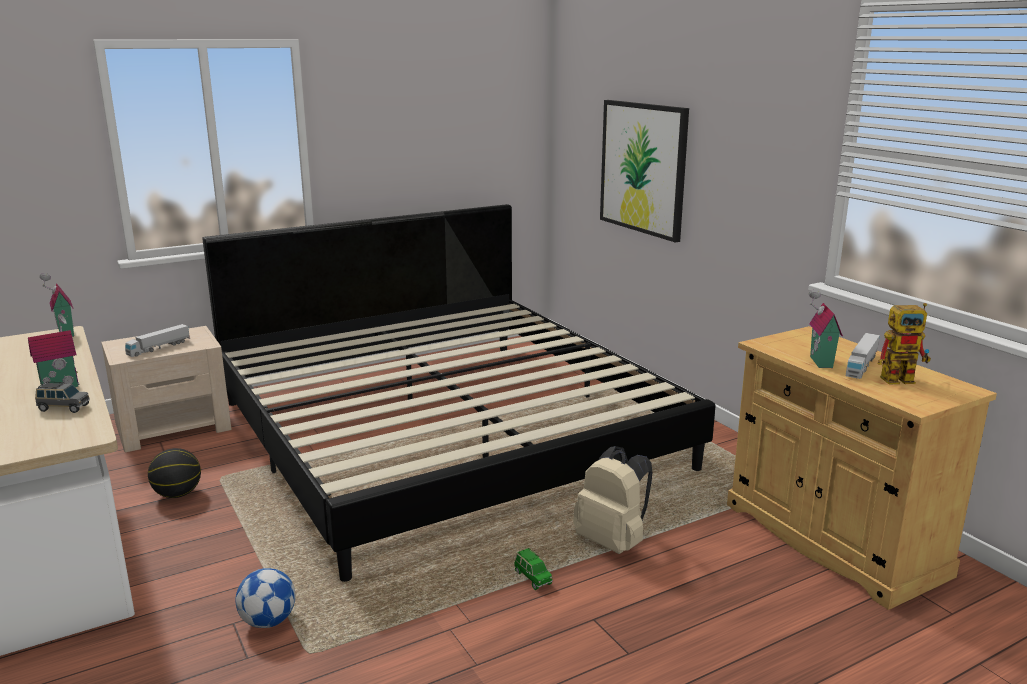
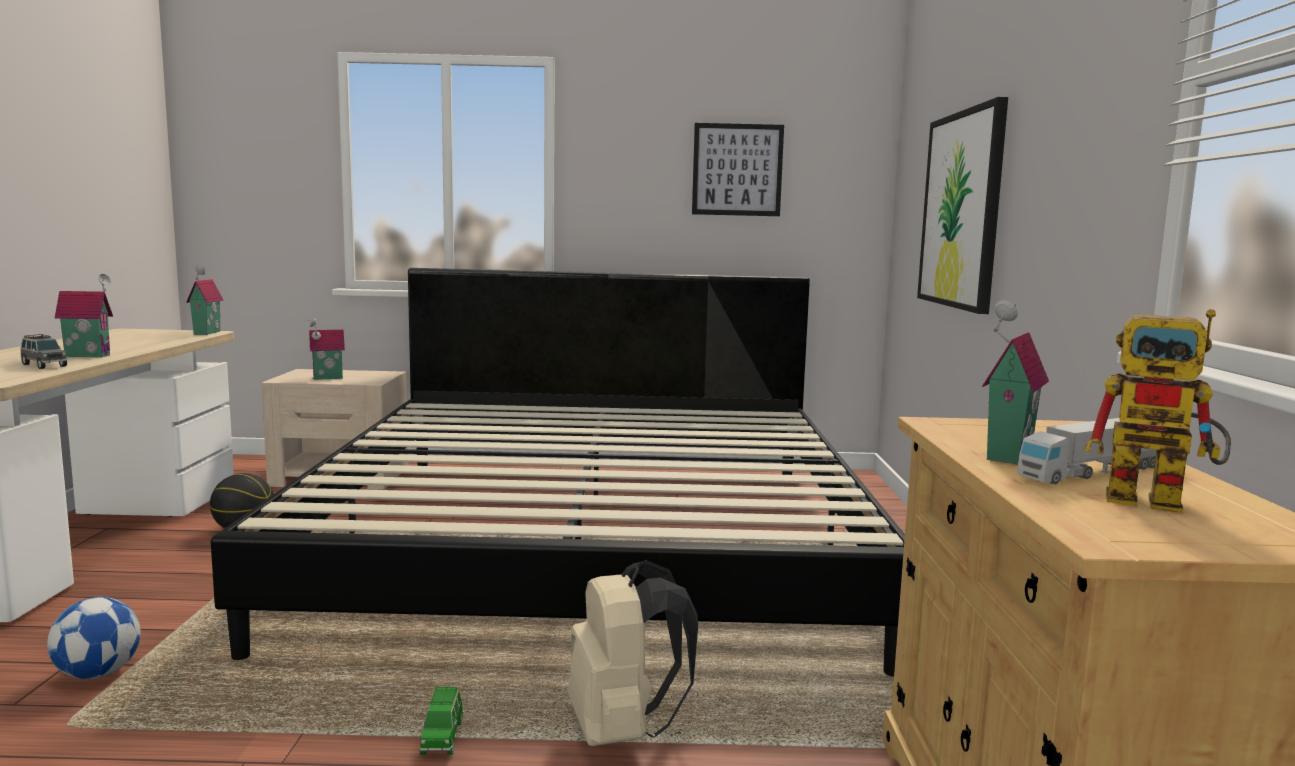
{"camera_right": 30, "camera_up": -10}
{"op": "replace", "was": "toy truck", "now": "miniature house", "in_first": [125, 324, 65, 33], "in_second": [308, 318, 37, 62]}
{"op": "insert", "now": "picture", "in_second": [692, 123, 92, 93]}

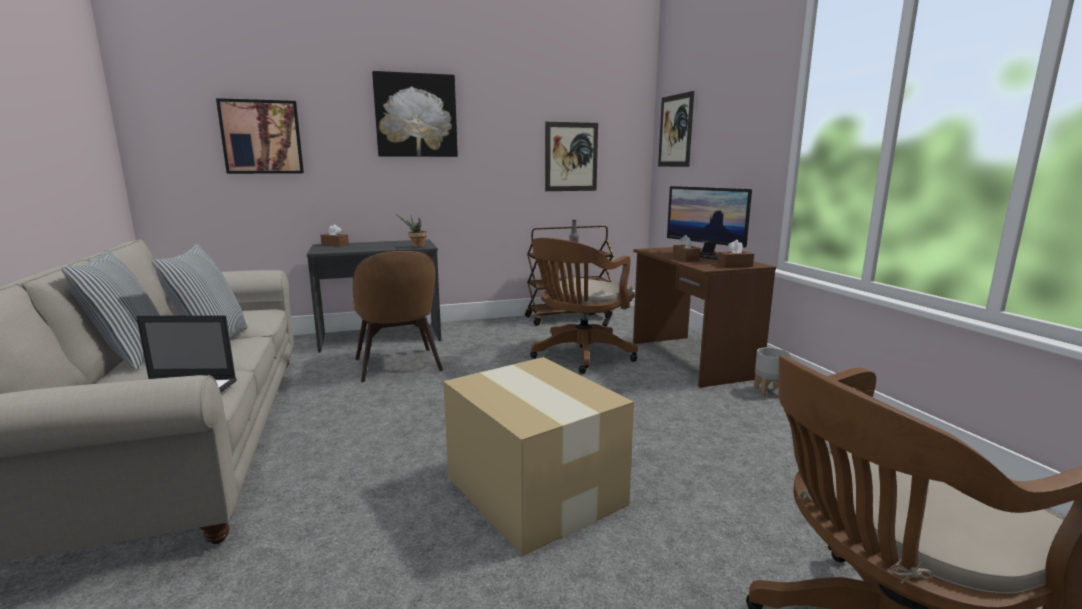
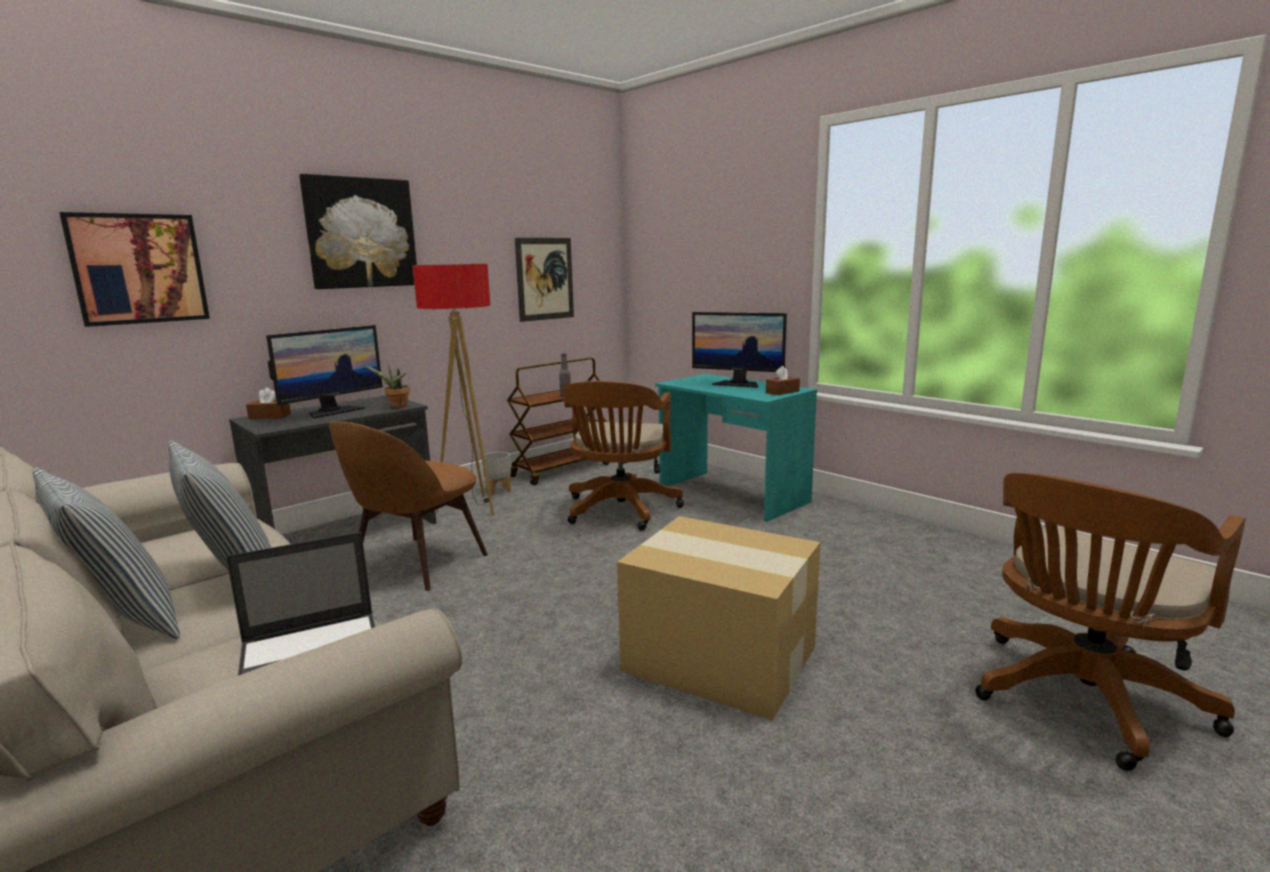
{"camera_right": -25, "camera_up": 0}
{"op": "delete", "was": "picture", "in_first": [658, 91, 36, 76]}
{"op": "delete", "was": "brown box of tissues", "in_first": [673, 235, 27, 27]}
{"op": "recolor", "was": "brown desk unit", "now": "turquoise desk unit", "in_first": [633, 246, 143, 142], "in_second": [655, 374, 162, 148]}
{"op": "rotate", "was": "brown plain chair", "in_first": [352, 251, 91, 131], "in_second": [328, 421, 160, 170], "clockwise": 75}
{"op": "move", "was": "gray plant pot", "in_first": [754, 347, 36, 49], "in_second": [483, 452, 28, 43]}
{"op": "insert", "now": "standing lamp", "in_second": [412, 264, 82, 251]}
{"op": "insert", "now": "computer display", "in_second": [266, 325, 117, 94]}

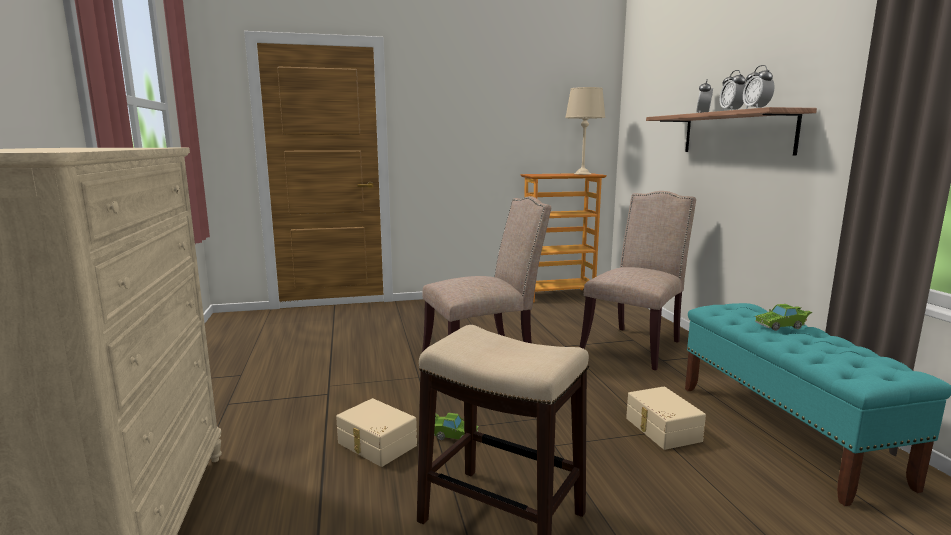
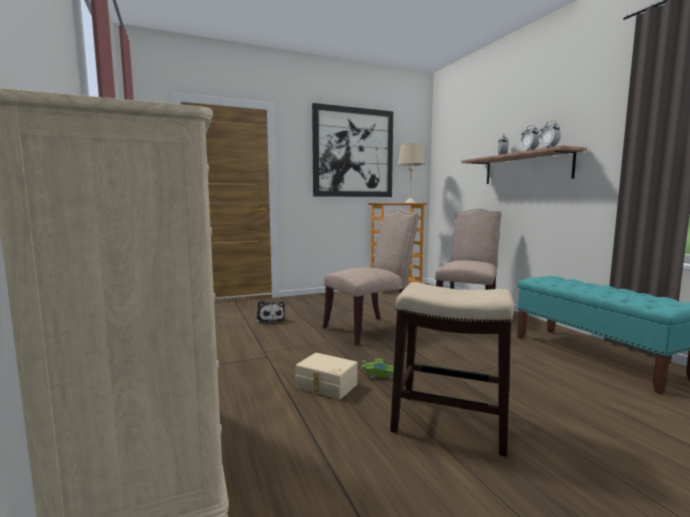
{"camera_right": -10, "camera_up": -5}
{"op": "delete", "was": "green-coloured toy car", "in_first": [755, 304, 57, 27]}
{"op": "delete", "was": "sand-coloured storage bin", "in_first": [626, 387, 80, 63]}
{"op": "insert", "now": "picture", "in_second": [312, 103, 81, 94]}
{"op": "insert", "now": "cuddly toy", "in_second": [257, 301, 28, 23]}

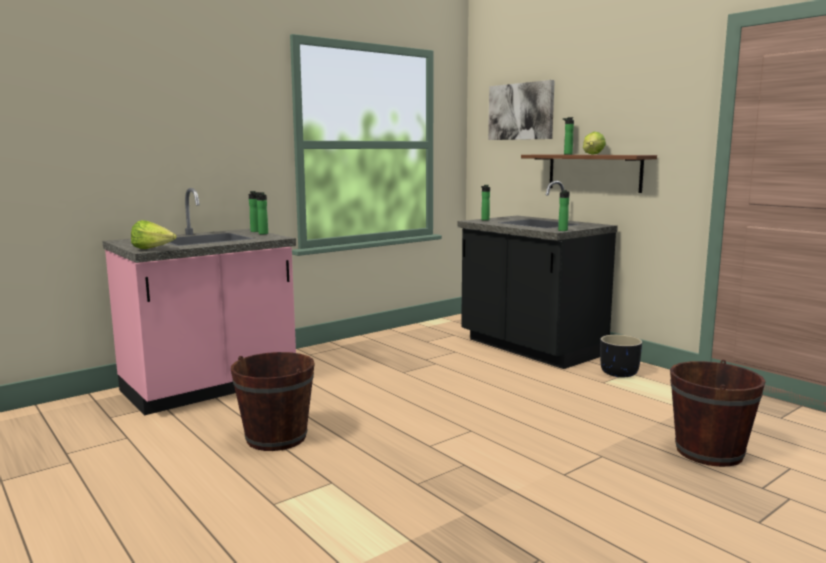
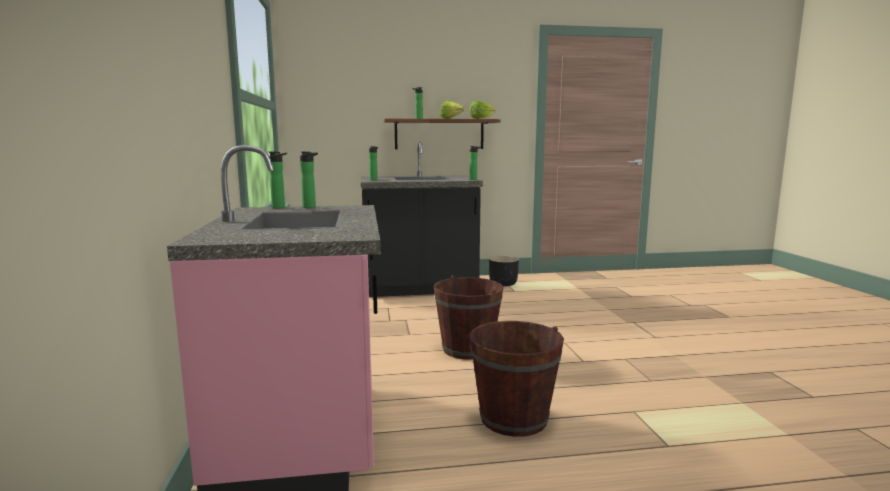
{"camera_right": -60, "camera_up": 0}
{"op": "delete", "was": "picture", "in_first": [488, 80, 67, 60]}
{"op": "move", "was": "head of lettuce", "in_first": [131, 220, 46, 29], "in_second": [469, 100, 26, 19]}
{"op": "move", "was": "brown water bucket", "in_first": [670, 360, 96, 107], "in_second": [433, 275, 71, 85]}

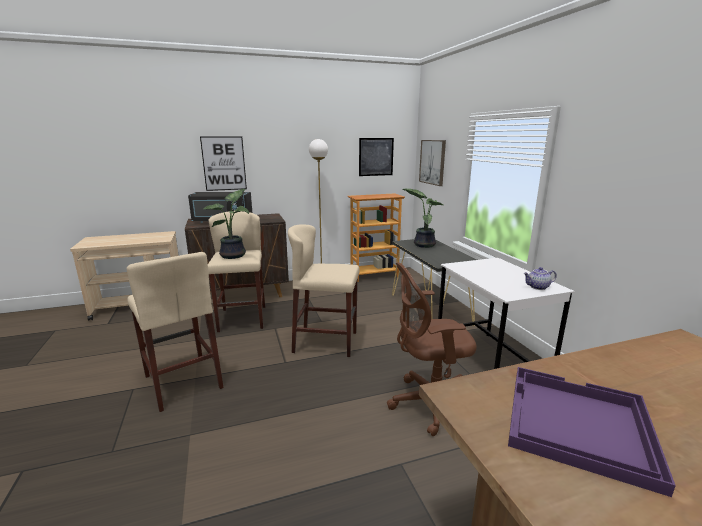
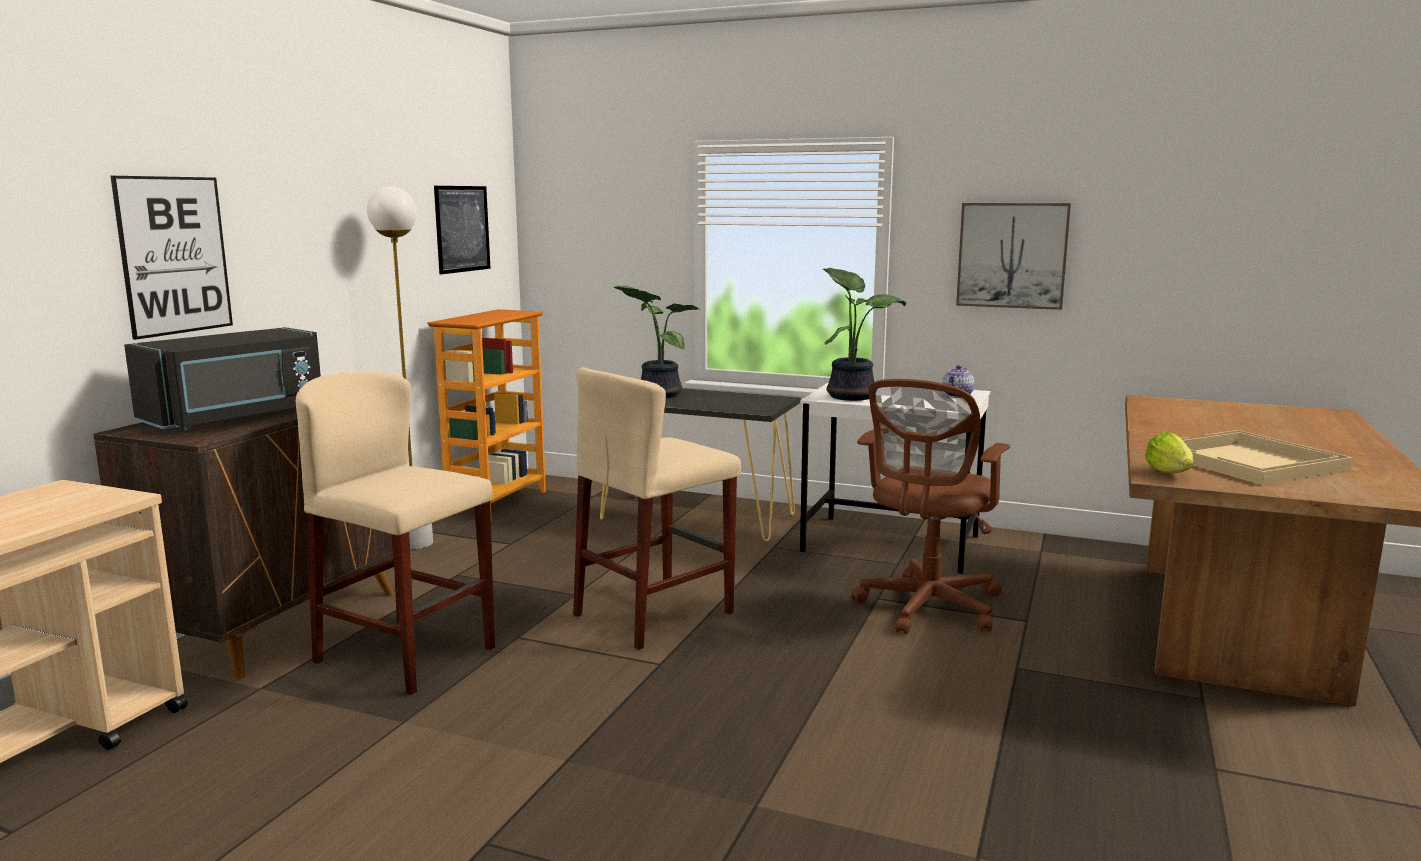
{"camera_right": -50, "camera_up": -5}
{"op": "move", "was": "picture", "in_first": [419, 140, 27, 46], "in_second": [956, 203, 115, 107]}
{"op": "move", "was": "potted plant", "in_first": [204, 189, 45, 70], "in_second": [823, 268, 83, 133]}
{"op": "delete", "was": "sand-coloured sitting stool", "in_first": [127, 252, 97, 160]}
{"op": "recolor", "was": "purple serving tray", "now": "sand-coloured serving tray", "in_first": [508, 367, 168, 130], "in_second": [1181, 430, 172, 55]}
{"op": "insert", "now": "head of lettuce", "in_second": [1145, 432, 48, 41]}

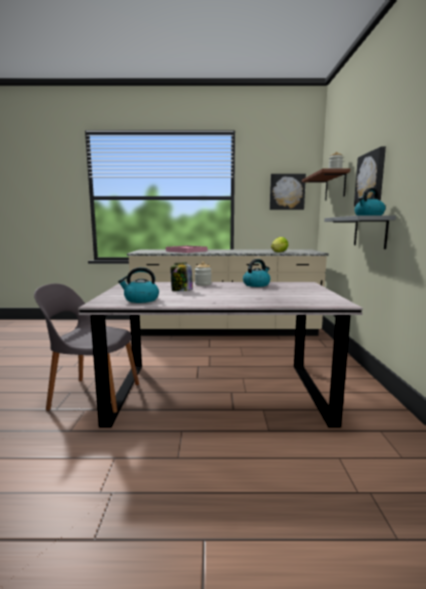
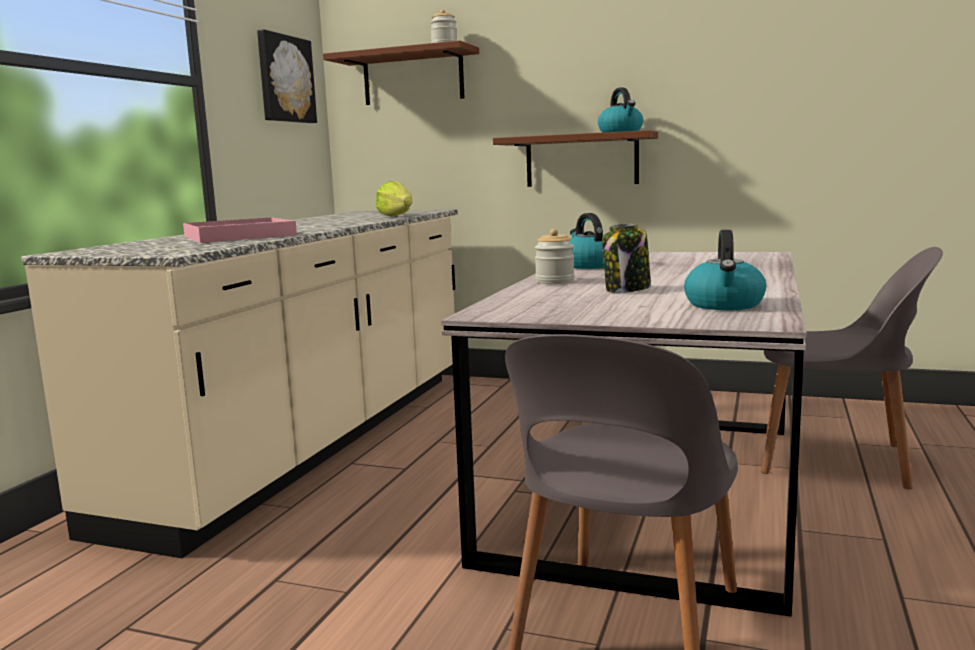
{"camera_right": -70, "camera_up": 0}
{"op": "delete", "was": "picture", "in_first": [354, 146, 32, 60]}
{"op": "recolor", "was": "gray wall shelf", "now": "brown wall shelf", "in_first": [324, 215, 72, 34], "in_second": [493, 130, 165, 57]}
{"op": "insert", "now": "gray plain chair", "in_second": [761, 247, 182, 242]}

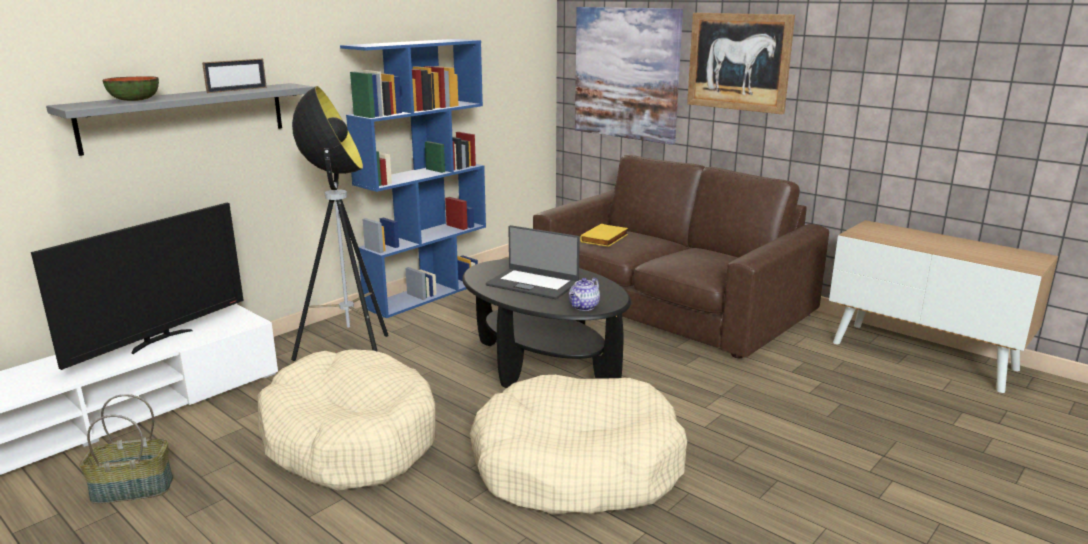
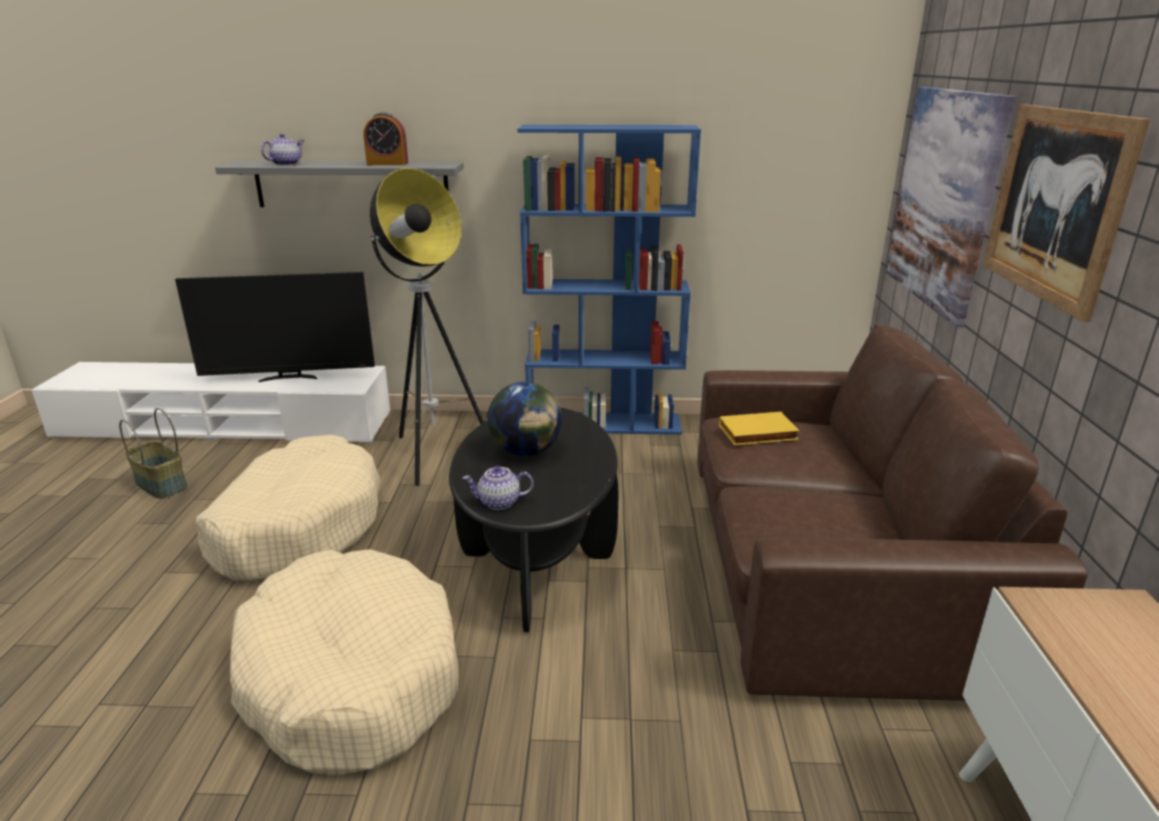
{"camera_right": 50, "camera_up": 5}
{"op": "replace", "was": "standing frame", "now": "alarm clock", "in_first": [202, 59, 65, 34], "in_second": [364, 112, 44, 53]}
{"op": "replace", "was": "deep dish", "now": "pot for tea", "in_first": [103, 76, 56, 25], "in_second": [261, 134, 43, 32]}
{"op": "replace", "was": "notebook computer", "now": "world globe", "in_first": [486, 225, 94, 74], "in_second": [487, 382, 75, 74]}

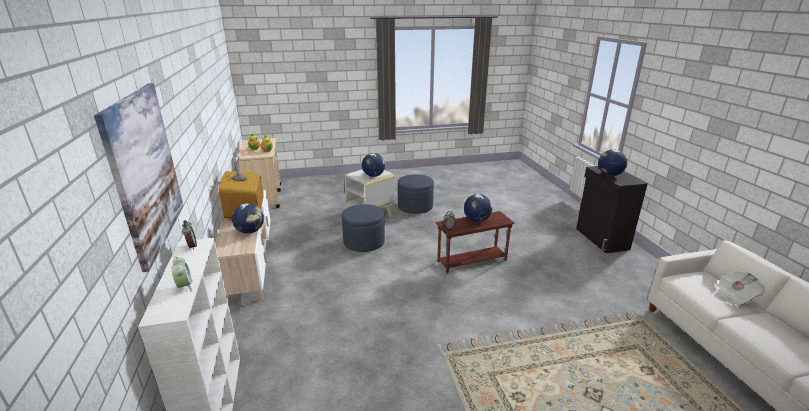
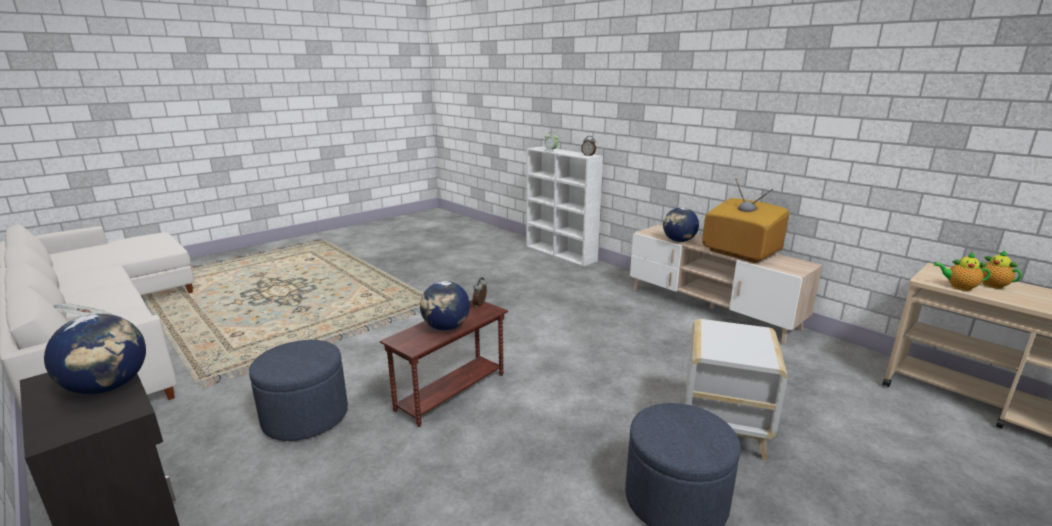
{"camera_right": 150, "camera_up": -5}
{"op": "delete", "was": "picture", "in_first": [94, 83, 90, 189]}
{"op": "delete", "was": "world globe", "in_first": [362, 153, 23, 24]}
{"op": "move", "was": "blue footrest", "in_first": [342, 204, 43, 48], "in_second": [249, 340, 99, 101]}

